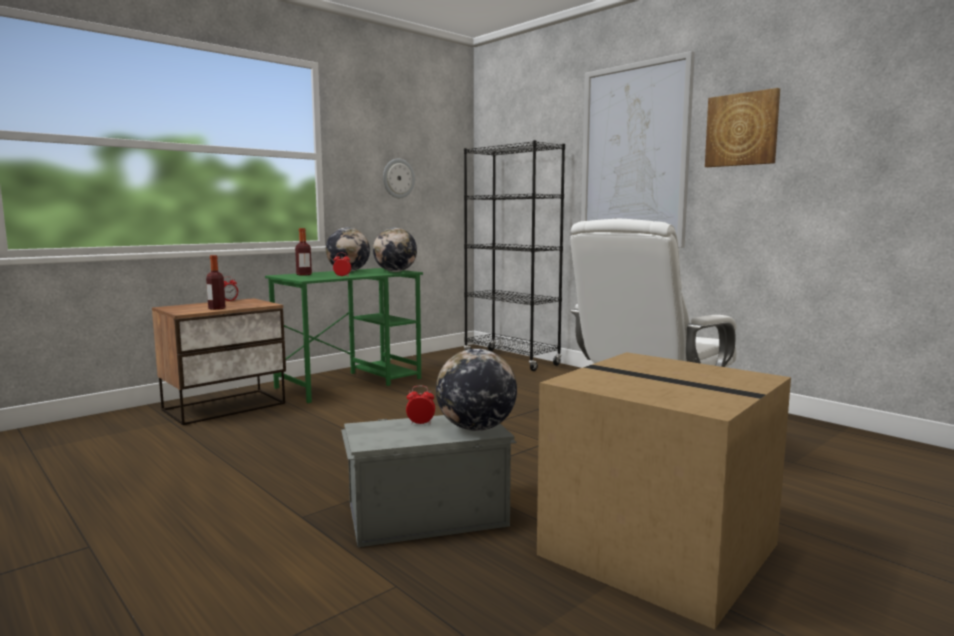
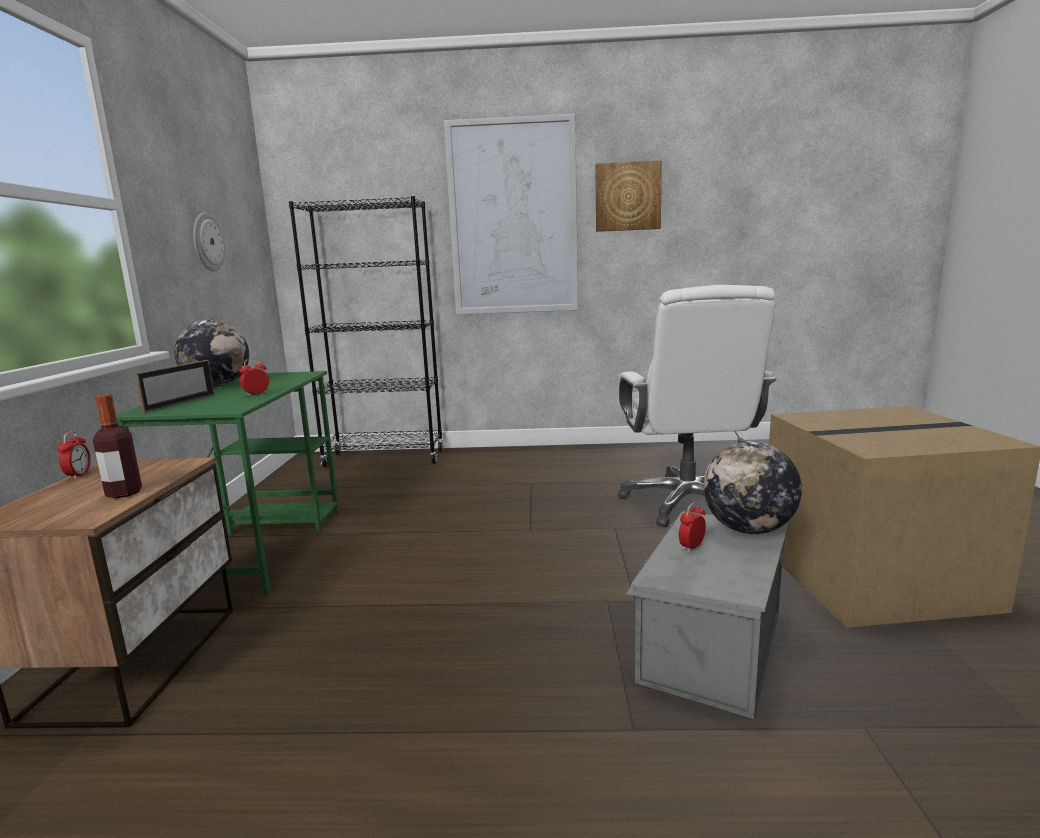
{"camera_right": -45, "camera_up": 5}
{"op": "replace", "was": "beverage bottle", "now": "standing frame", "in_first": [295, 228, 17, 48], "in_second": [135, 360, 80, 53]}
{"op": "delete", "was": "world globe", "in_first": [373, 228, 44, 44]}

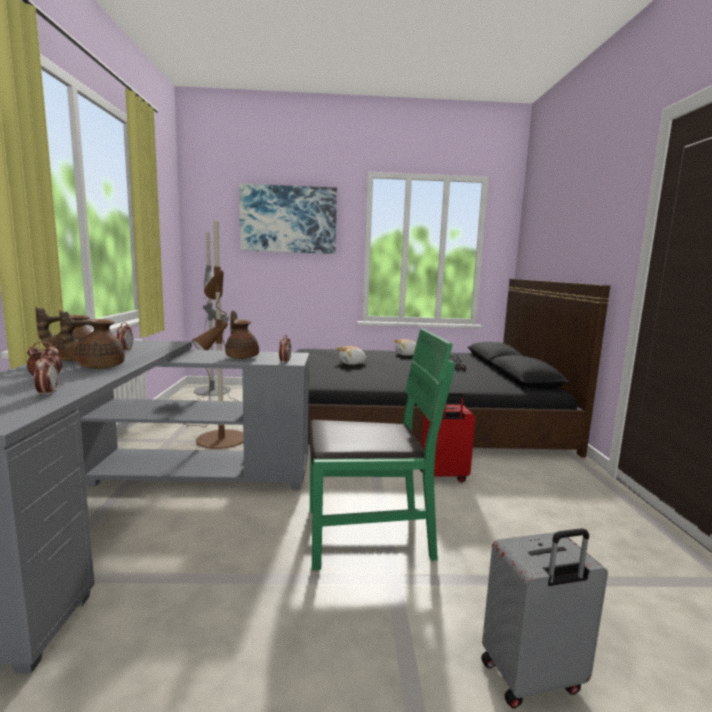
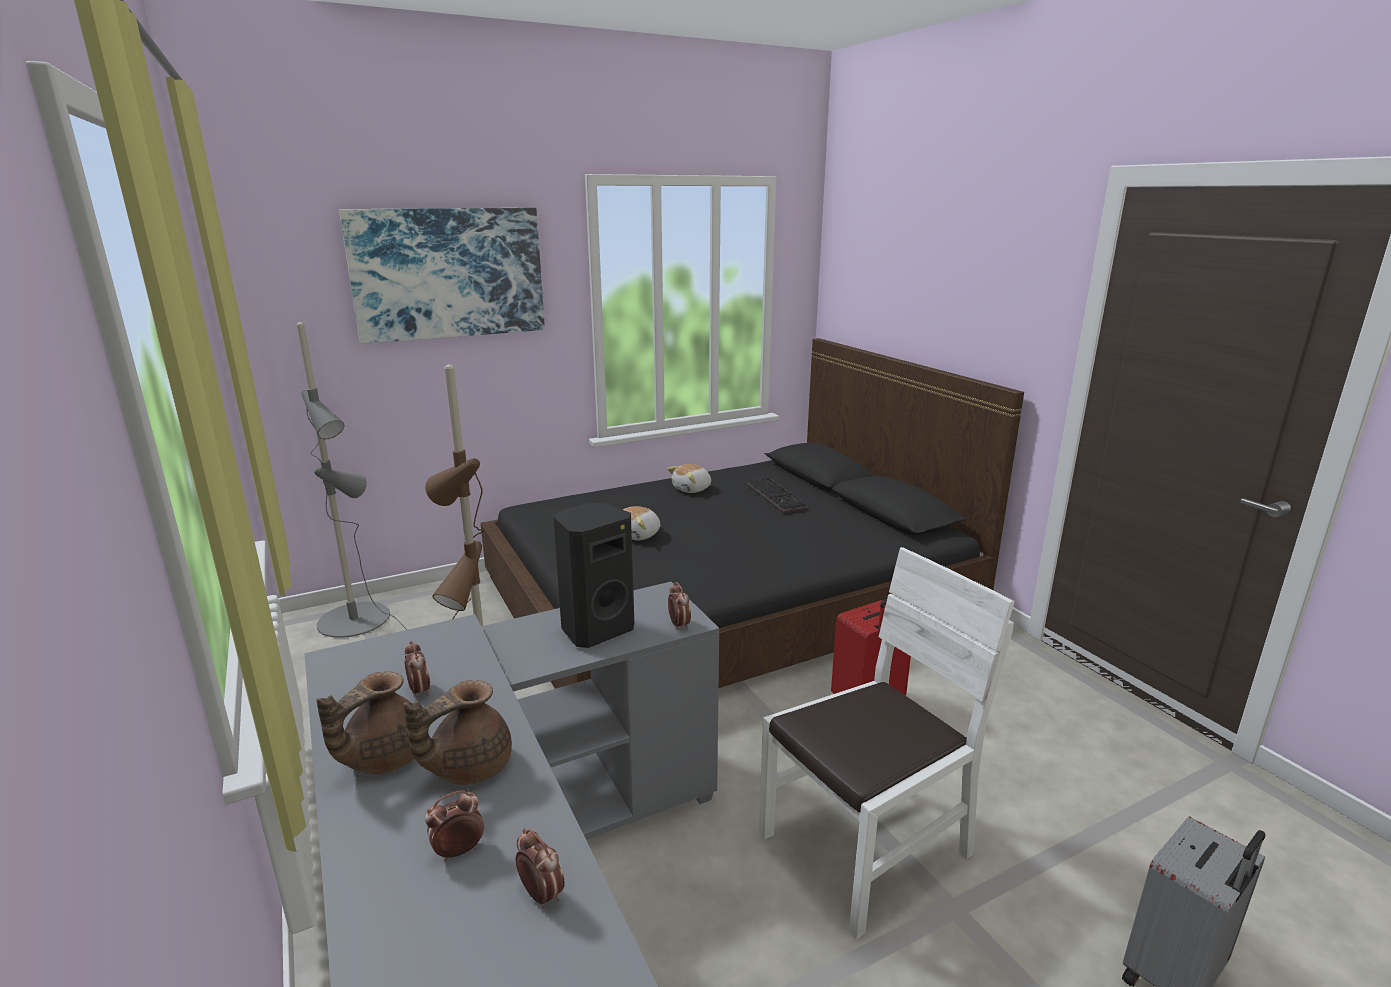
{"camera_right": -25, "camera_up": 10}
{"op": "replace", "was": "brown pot for tea", "now": "black-coloured audio speaker", "in_first": [225, 311, 34, 48], "in_second": [553, 503, 81, 145]}
{"op": "recolor", "was": "green-coloured plain chair", "now": "white-coloured plain chair", "in_first": [309, 328, 146, 242], "in_second": [759, 547, 255, 393]}

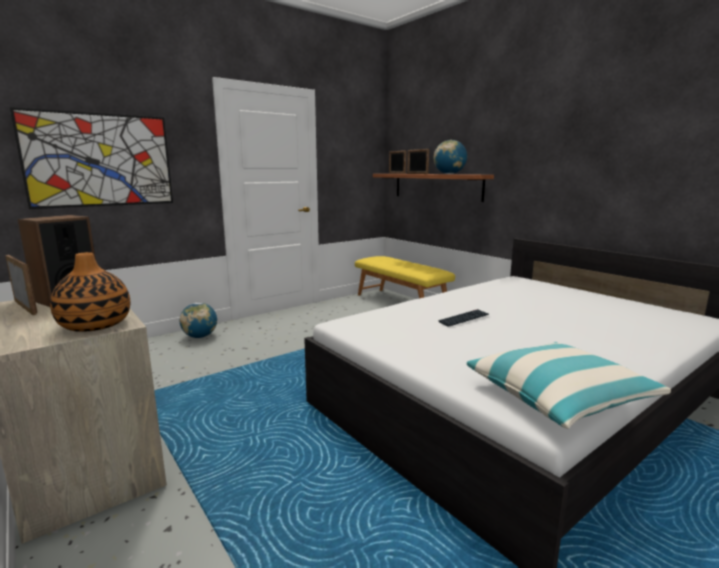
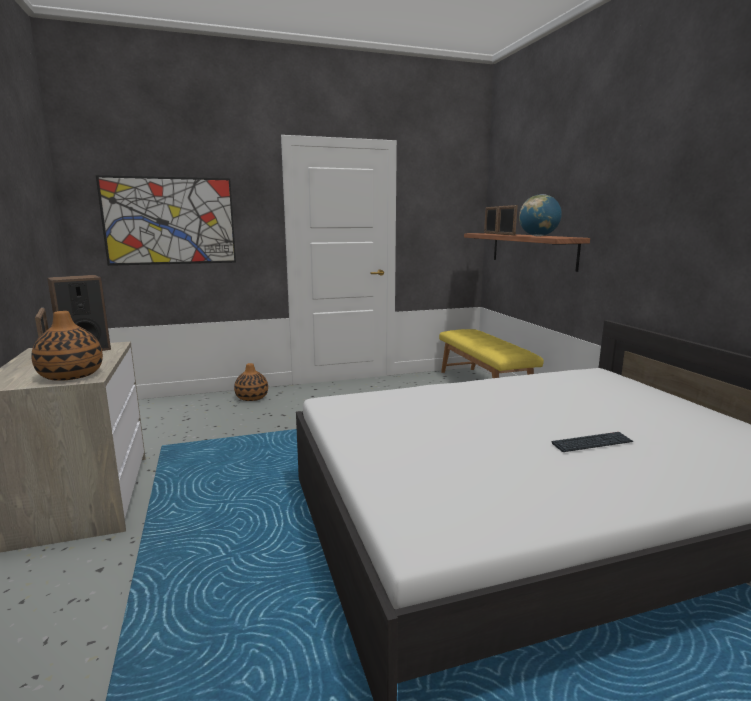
{"camera_right": 20, "camera_up": 0}
{"op": "replace", "was": "world globe", "now": "decorative vase", "in_first": [180, 303, 37, 35], "in_second": [234, 363, 34, 38]}
{"op": "move", "was": "computer keyboard", "in_first": [438, 309, 51, 18], "in_second": [551, 432, 82, 20]}
{"op": "delete", "was": "pillow", "in_first": [467, 342, 204, 87]}

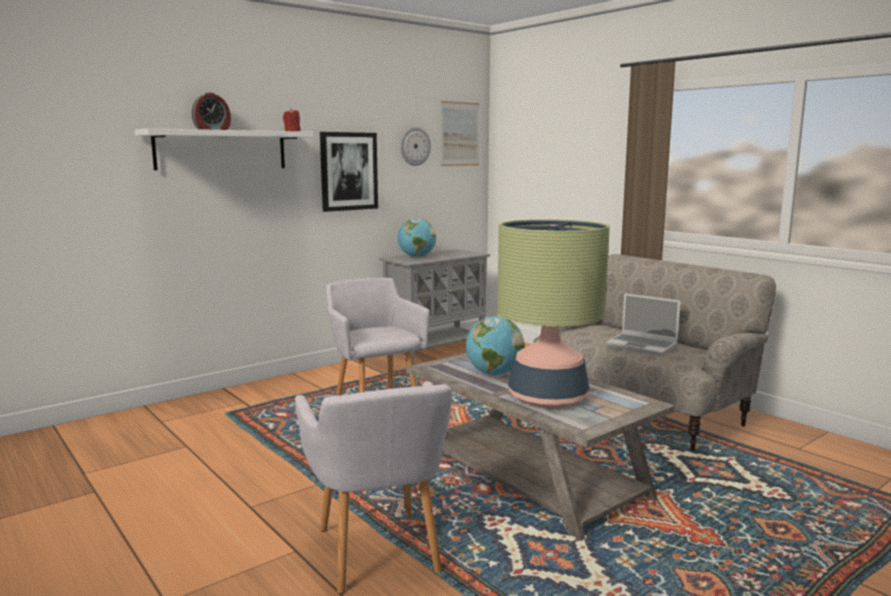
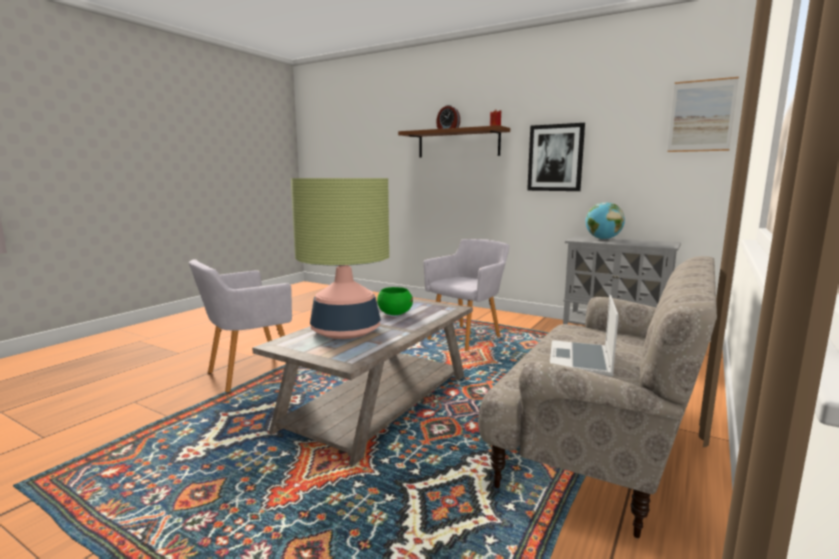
{"camera_right": 70, "camera_up": 0}
{"op": "delete", "was": "wall clock", "in_first": [400, 127, 31, 39]}
{"op": "recolor", "was": "white-coloured wall shelf", "now": "brown wall shelf", "in_first": [135, 128, 178, 42], "in_second": [398, 125, 112, 33]}
{"op": "replace", "was": "world globe", "now": "green-coloured deep dish", "in_first": [466, 316, 59, 59], "in_second": [377, 287, 36, 28]}

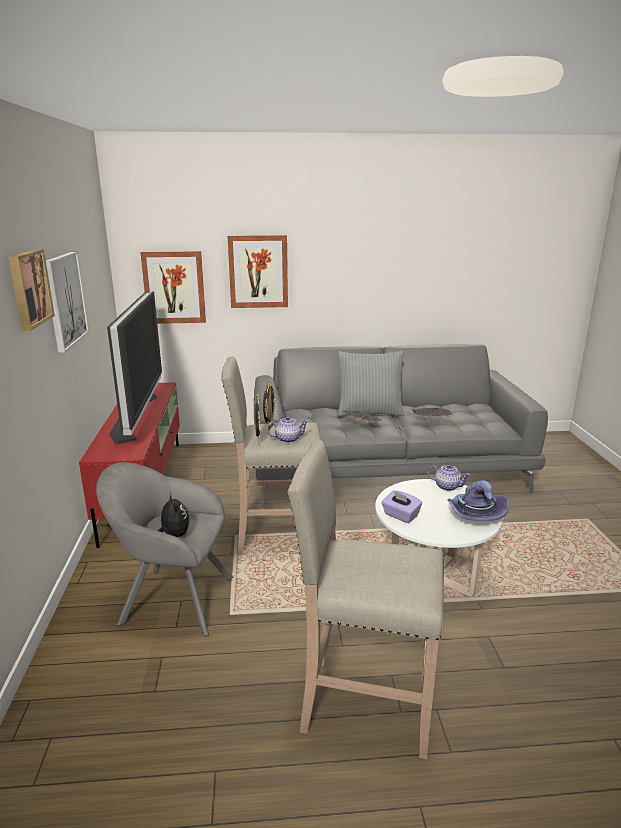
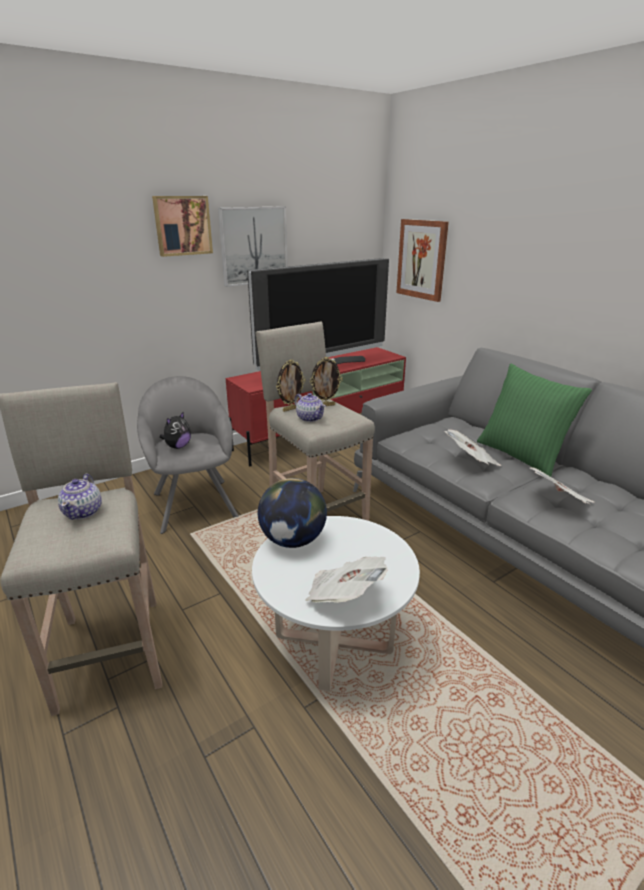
{"camera_right": 60, "camera_up": 5}
{"op": "delete", "was": "picture", "in_first": [228, 235, 60, 73]}
{"op": "recolor", "was": "gray pillow", "now": "green-coloured pillow", "in_first": [337, 350, 67, 66], "in_second": [477, 364, 115, 113]}
{"op": "move", "was": "pot for tea", "in_first": [428, 464, 42, 27], "in_second": [58, 474, 44, 46]}
{"op": "replace", "was": "purple hat", "now": "daily paper", "in_first": [448, 480, 61, 41], "in_second": [305, 557, 83, 46]}
{"op": "replace", "was": "purple box of tissues", "now": "world globe", "in_first": [382, 491, 40, 32], "in_second": [258, 478, 69, 70]}

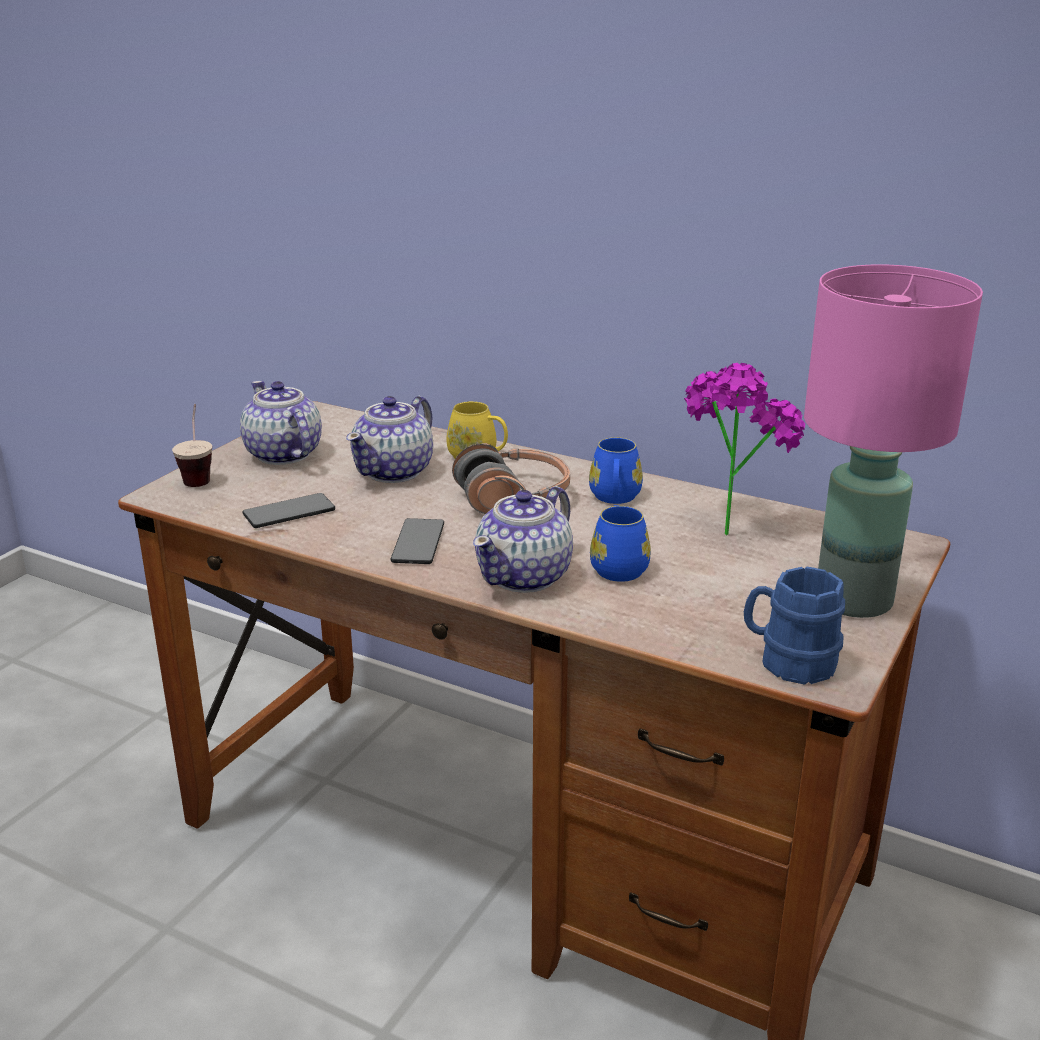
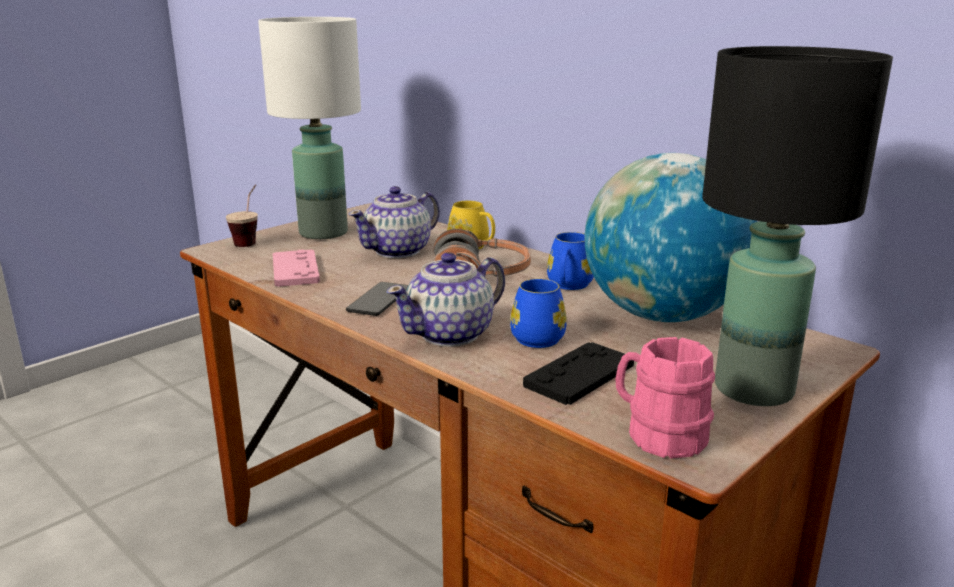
{"camera_right": 15, "camera_up": -5}
{"op": "recolor", "was": "pink table lamp", "now": "black-coloured table lamp", "in_first": [804, 264, 179, 354], "in_second": [702, 46, 191, 360]}
{"op": "replace", "was": "potted plant", "now": "world globe", "in_first": [684, 363, 121, 173], "in_second": [585, 153, 172, 169]}
{"op": "replace", "was": "pot for tea", "now": "white-coloured table lamp", "in_first": [240, 381, 82, 84], "in_second": [258, 17, 103, 222]}
{"op": "replace", "was": "telephone", "now": "pink joypad", "in_first": [242, 493, 93, 35], "in_second": [273, 249, 47, 38]}
{"op": "recolor", "was": "blue tea mug", "now": "pink tea mug", "in_first": [744, 567, 101, 118], "in_second": [615, 337, 100, 122]}
{"op": "insert", "now": "black-coloured joypad", "in_second": [523, 342, 111, 63]}

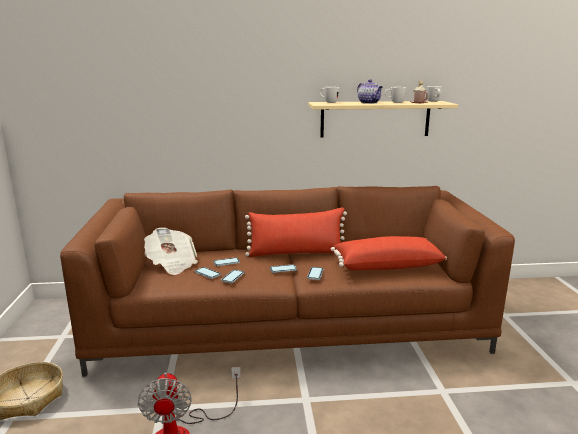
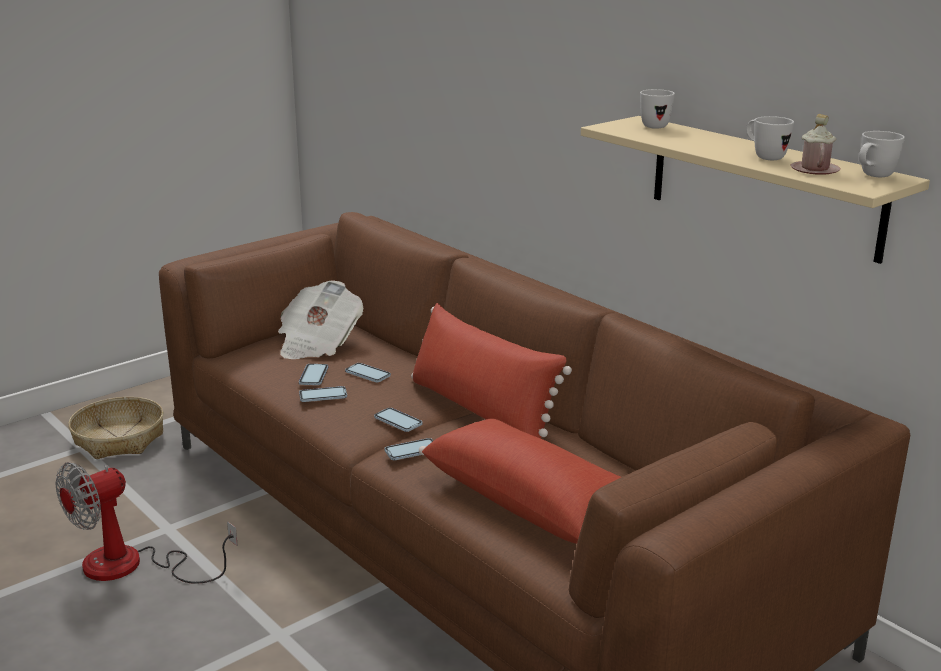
{"camera_right": 55, "camera_up": 5}
{"op": "delete", "was": "pot for tea", "in_first": [357, 79, 26, 25]}

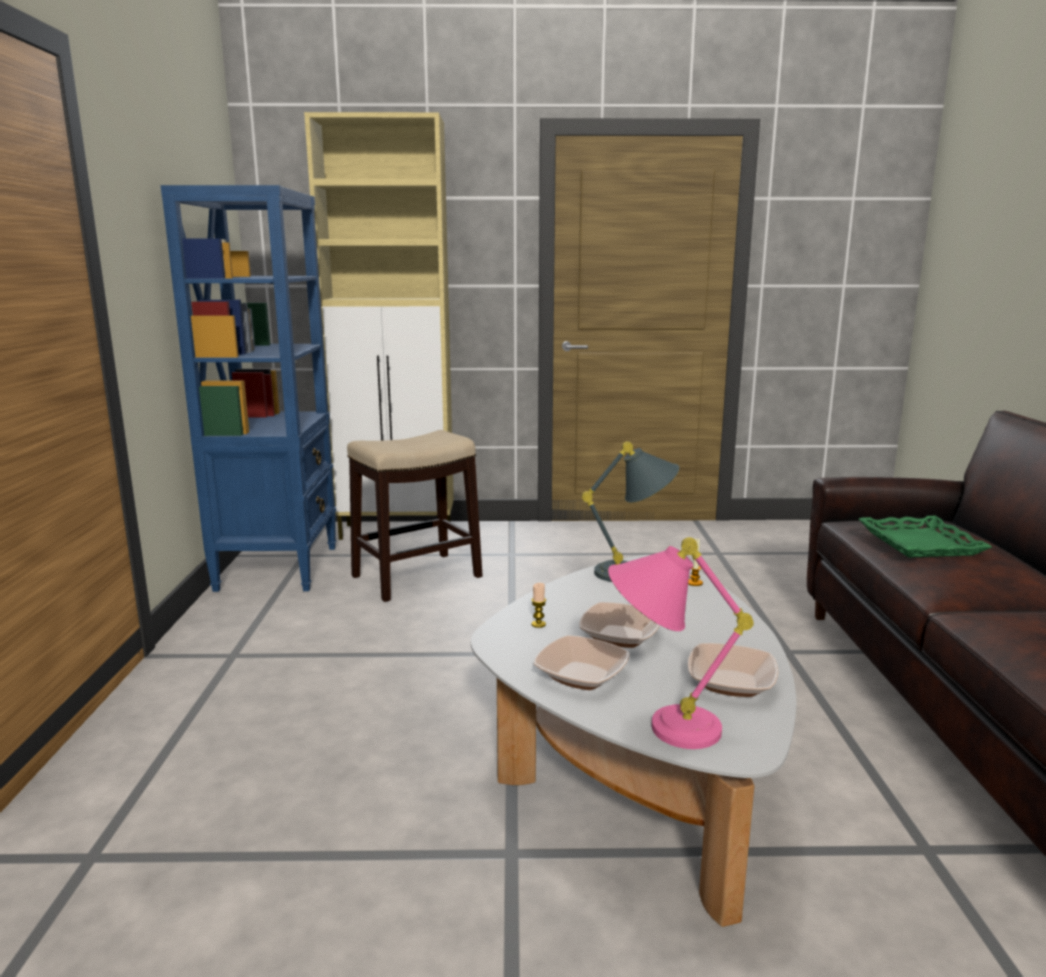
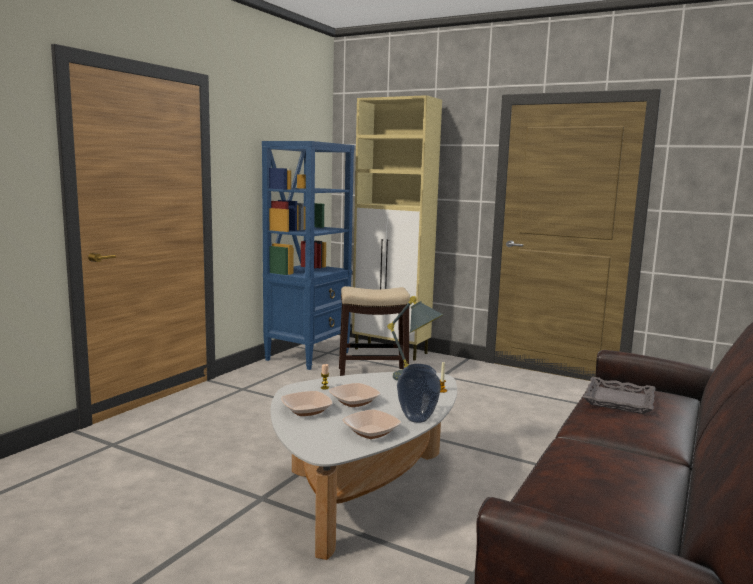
{"camera_right": 30, "camera_up": -5}
{"op": "recolor", "was": "green-coloured serving tray", "now": "gray serving tray", "in_first": [859, 516, 133, 42], "in_second": [583, 377, 73, 37]}
{"op": "delete", "was": "pink table lamp", "in_first": [608, 537, 146, 212]}
{"op": "insert", "now": "decorative vase", "in_second": [397, 364, 44, 59]}

